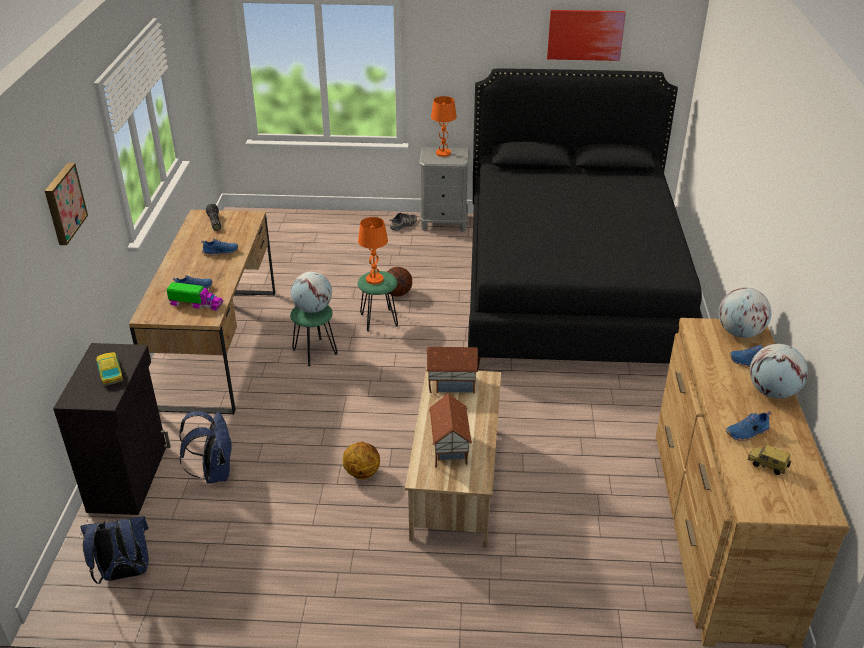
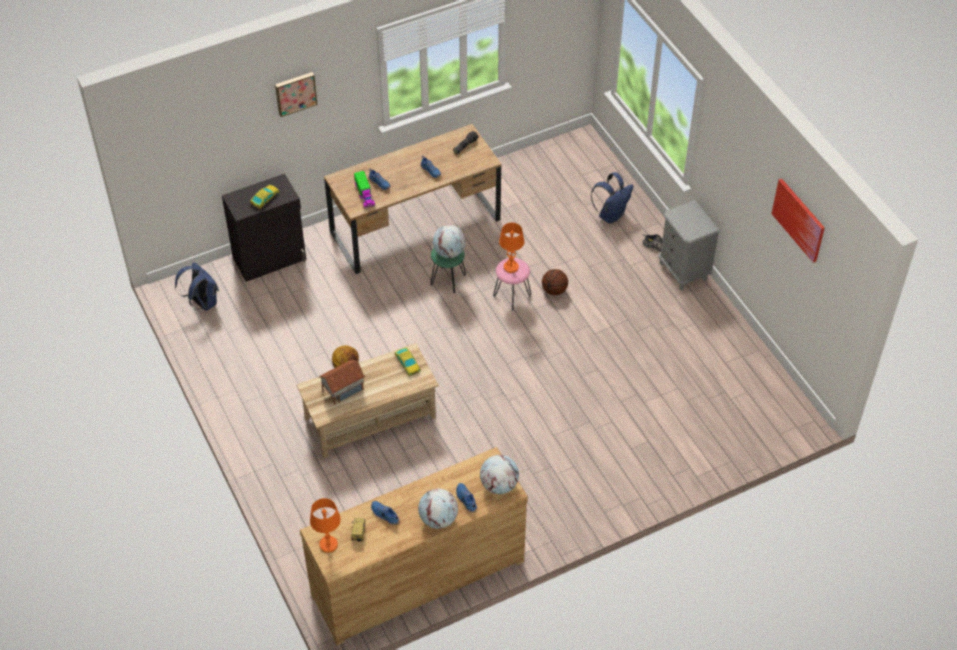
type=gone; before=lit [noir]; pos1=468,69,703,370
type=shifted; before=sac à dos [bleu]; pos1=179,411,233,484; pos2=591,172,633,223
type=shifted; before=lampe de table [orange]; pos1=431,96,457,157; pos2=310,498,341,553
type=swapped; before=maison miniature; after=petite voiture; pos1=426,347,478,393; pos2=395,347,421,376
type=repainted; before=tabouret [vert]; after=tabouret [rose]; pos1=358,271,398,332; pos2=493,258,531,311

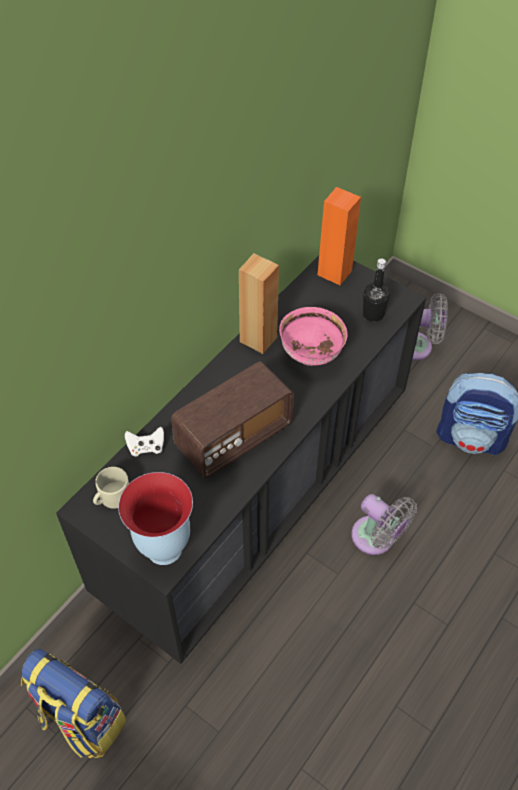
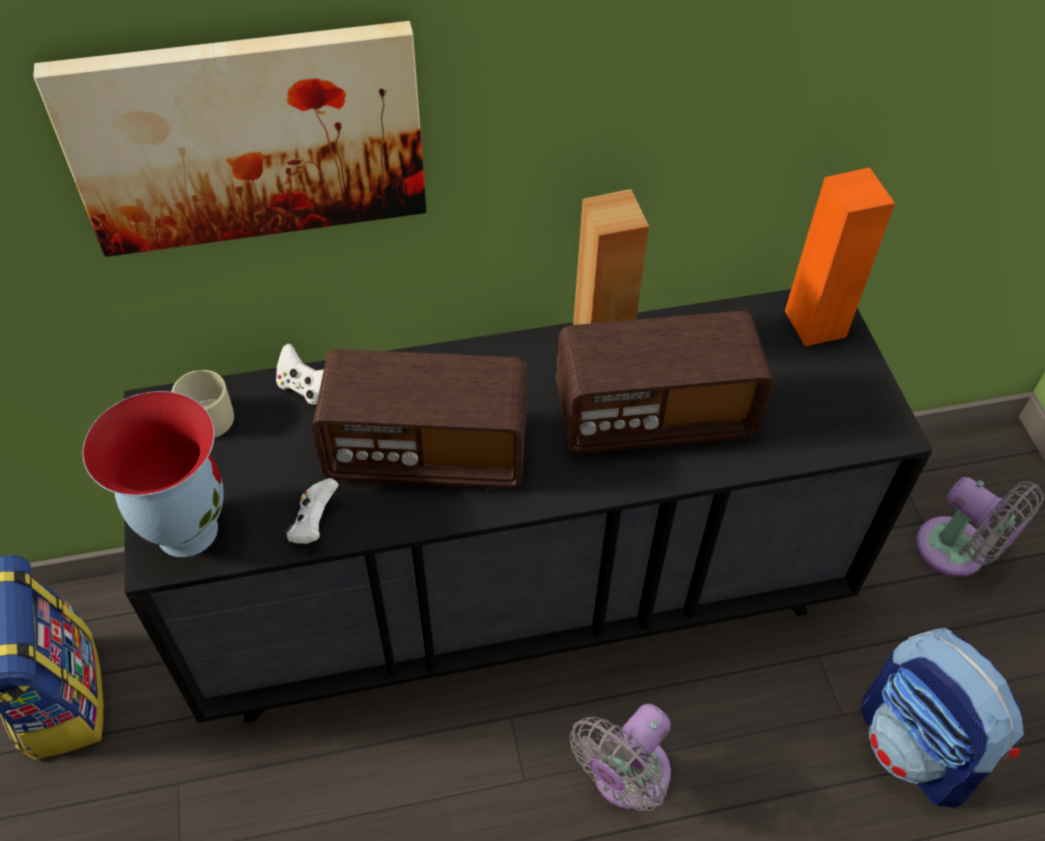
type=gone; before=bouteille [noir]; pos1=363,259,390,322
type=new; after=tableau; pos2=33,21,427,257
type=new; after=manette [blanc]; pos2=284,478,339,544
type=swapped; before=bol [rose]; after=radio; pos1=279,307,347,366; pos2=556,311,774,454
type=rotated; before=ventilateur [gris]; pos1=351,494,417,555; pos2=570,704,671,811; turn=45

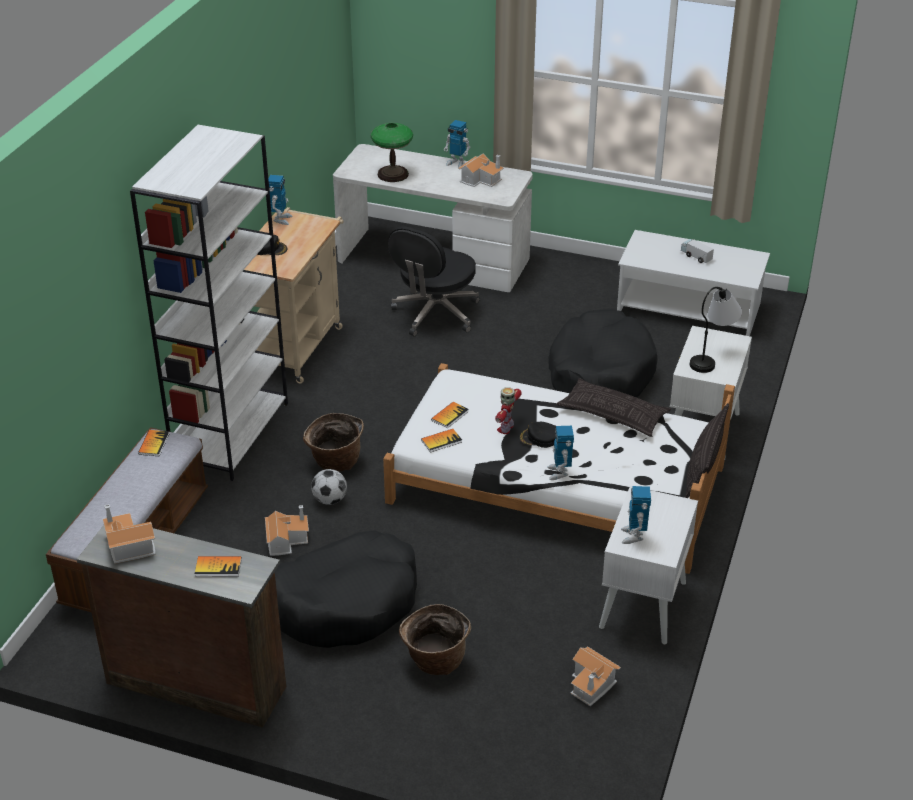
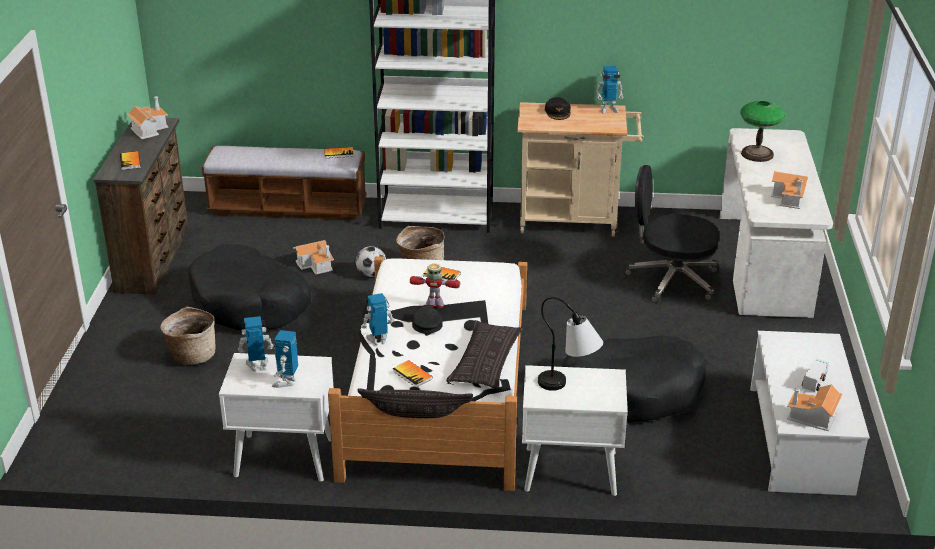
type=shifted; before=livre; pos1=421,429,462,453; pos2=393,360,433,387
type=shifted; before=robot jouet; pos1=444,120,470,168; pos2=272,330,298,388
type=shifted; before=maison miniature; pos1=570,646,621,706; pos2=787,384,843,431

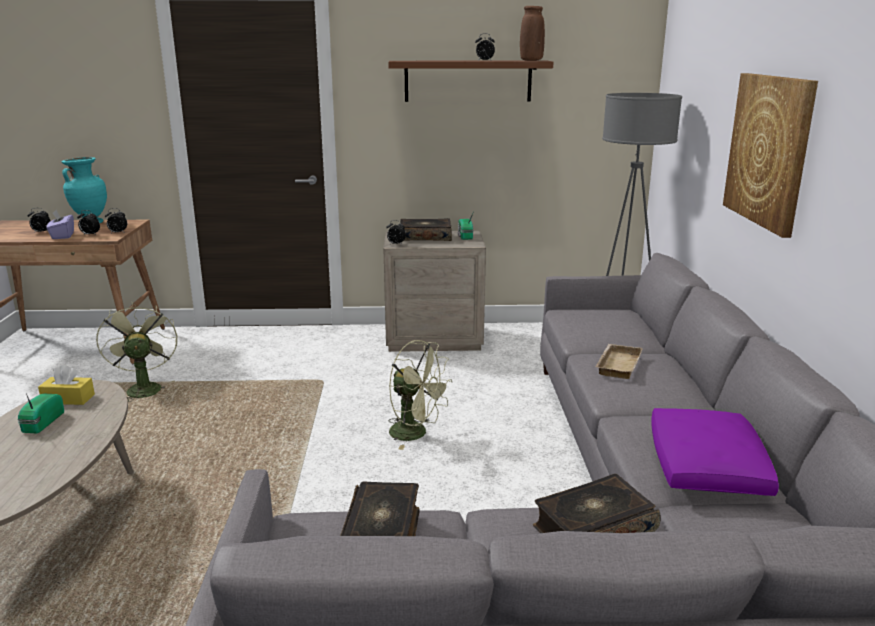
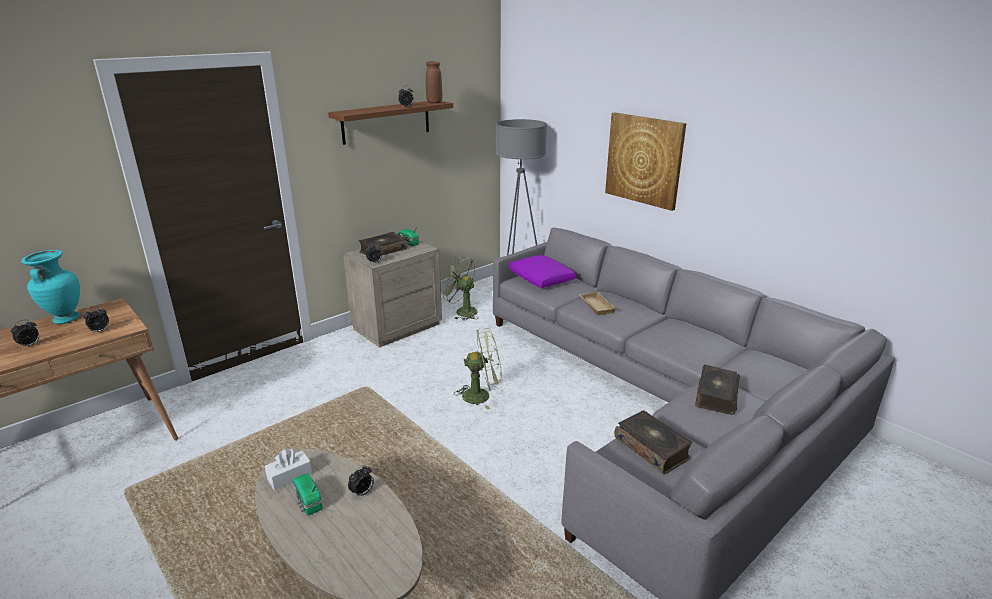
type=gone; before=boîte à mouchoirs [violet]; pos1=46,210,74,239
type=shifted; before=ventilateur [vert]; pos1=96,303,177,402; pos2=441,256,478,321
type=shifted; before=réveil; pos1=105,208,127,233; pos2=348,465,374,498
type=shifted; before=coussin [violet]; pos1=651,408,779,496; pos2=509,255,576,288
type=repainted; before=boîte à mouchoirs [jaune]; after=boîte à mouchoirs [blanc]; pos1=38,365,95,405; pos2=265,449,312,490

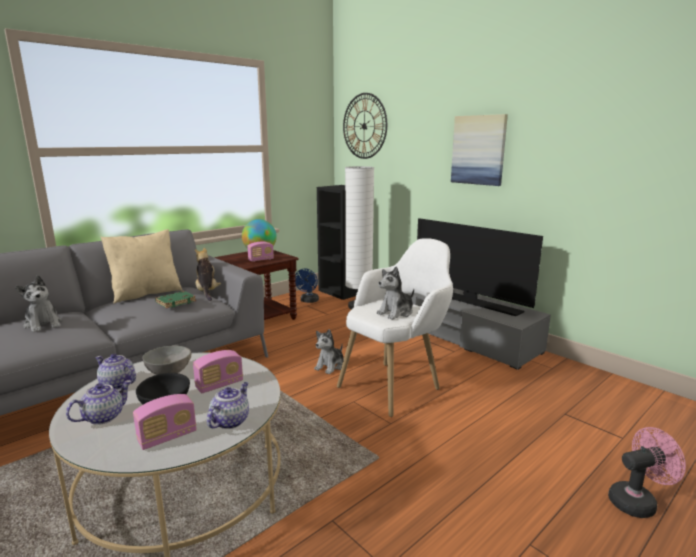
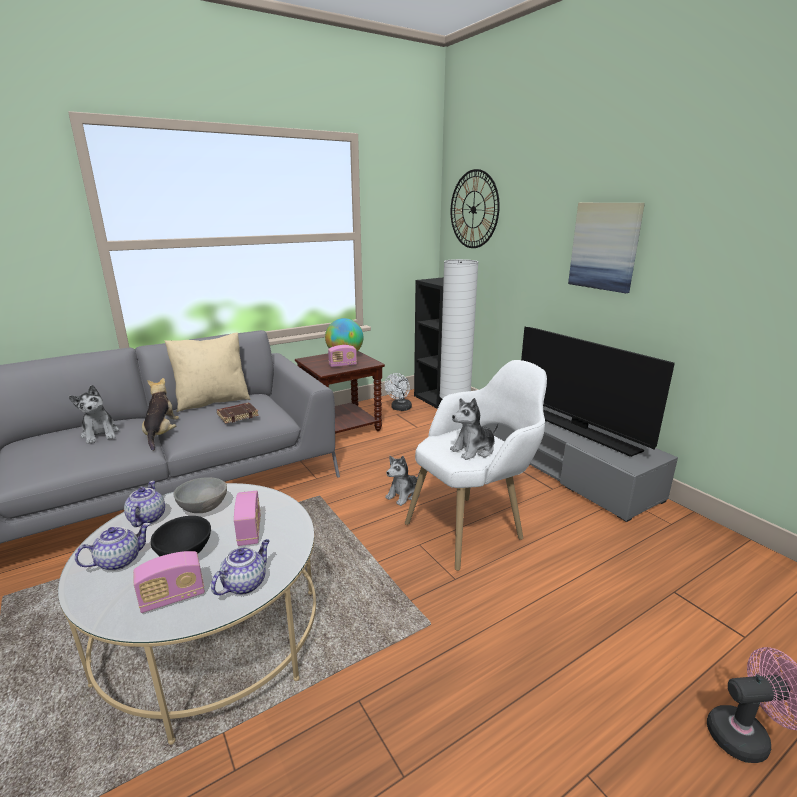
type=shifted; before=peluche; pos1=195,248,221,301; pos2=142,378,179,451
type=repainted; before=livre [vert]; after=livre [marron]; pos1=155,291,196,309; pos2=217,403,259,424
type=repainted; before=ventilateur [bleu]; after=ventilateur [blanc]; pos1=295,269,319,303; pos2=385,373,412,411
type=rotated; before=théière; pos1=95,354,136,390; pos2=124,481,165,527; turn=45
type=rotated; before=radio; pos1=193,350,243,393; pos2=234,491,261,546; turn=-75

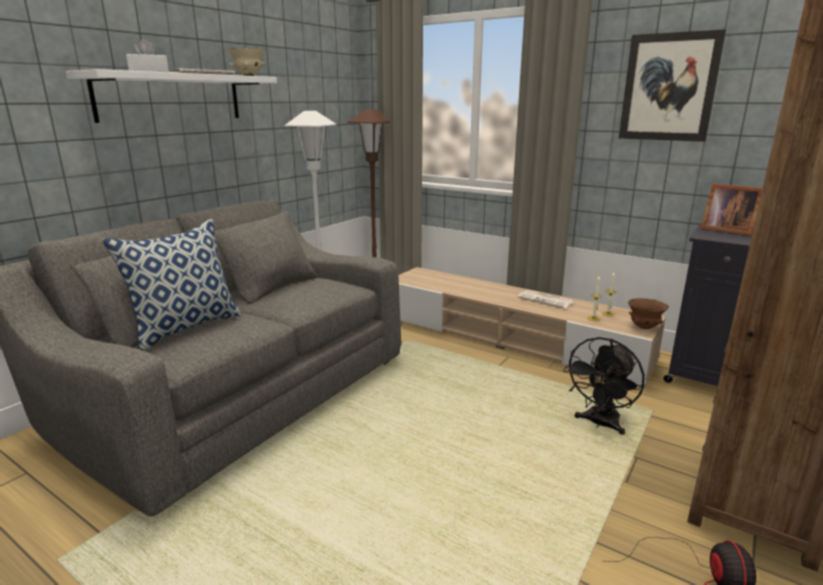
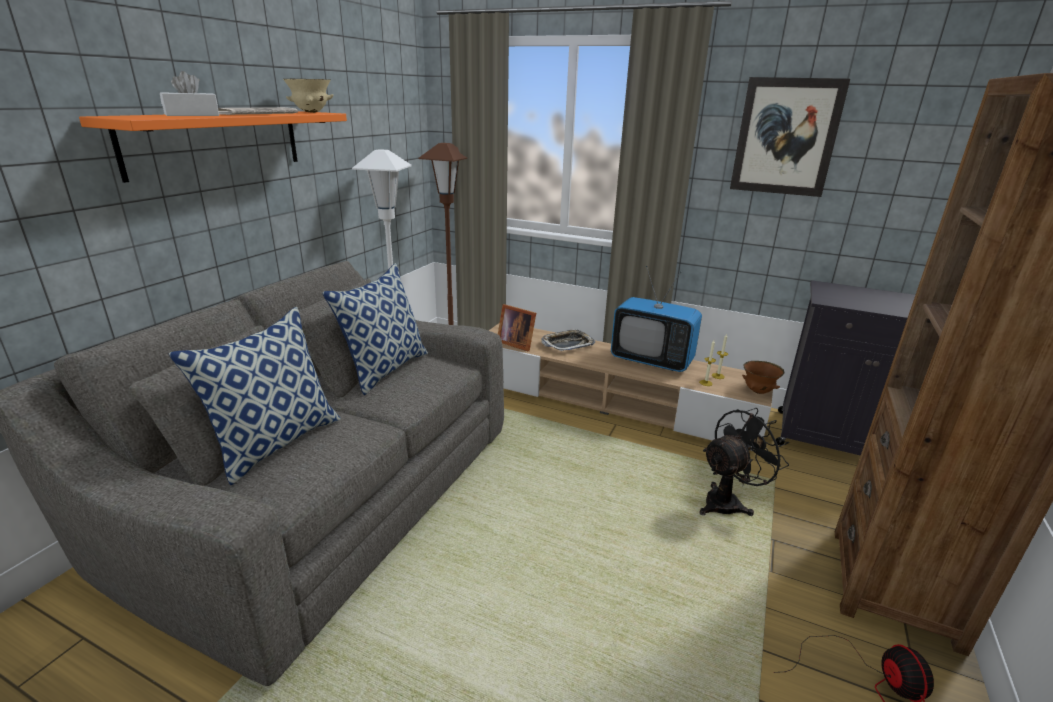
type=new; after=coussin; pos2=322,263,428,395
type=new; after=plateau; pos2=541,329,595,351
type=shifted; before=cadre photo; pos1=701,184,763,236; pos2=498,304,536,351
type=swapped; before=journal; after=téléviseur; pos1=518,290,574,309; pos2=611,266,702,372
type=repainted; before=étagère [blanc]; after=étagère [orange]; pos1=66,69,277,123; pos2=79,111,347,183
type=rotated; before=ventilateur [noir]; pos1=563,337,645,435; pos2=699,408,789,516; turn=-150

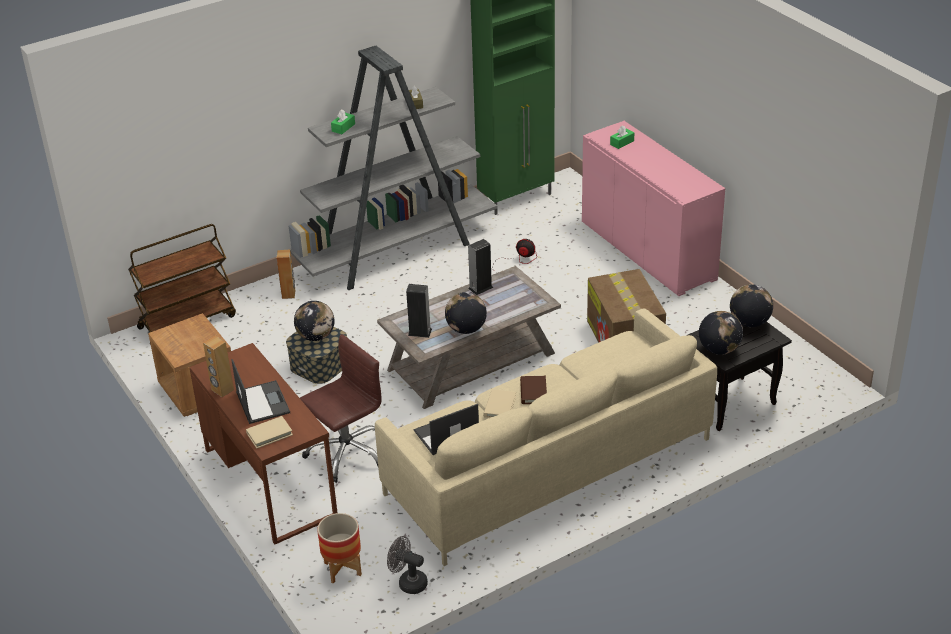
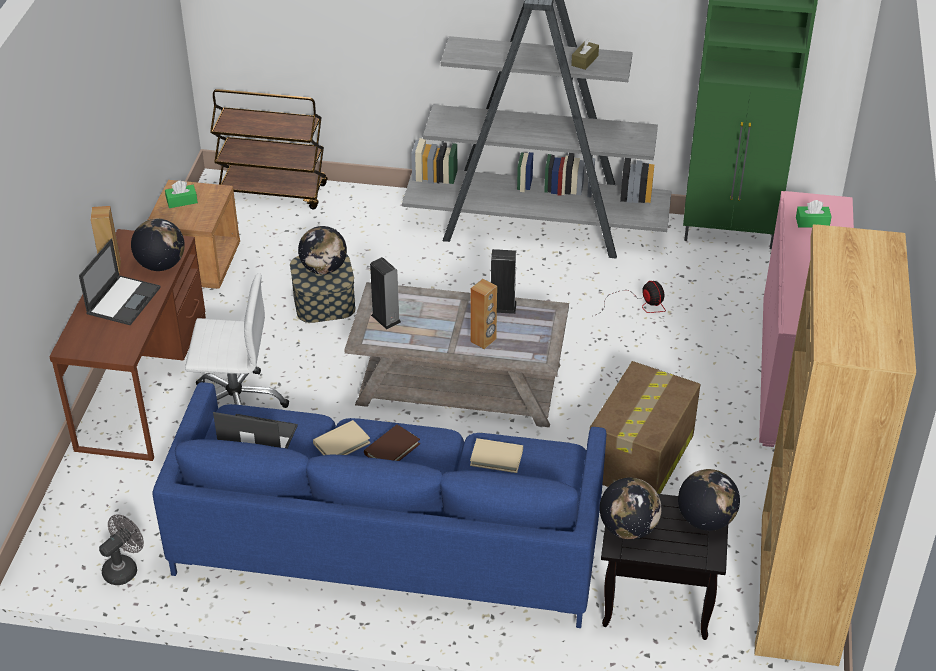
type=gone; before=cache-pot; pos1=317,513,362,584
type=new; after=bibliothèque [marron]; pos2=754,224,916,666
type=shifted; before=livre [beige]; pos1=246,416,293,448; pos2=470,438,523,473
type=shifted; before=enceinte [marron]; pos1=277,249,295,299; pos2=470,279,497,349
type=shifted; before=boîte à mouchoirs [vert]; pos1=331,109,355,134; pos2=165,181,198,208
type=shifted; before=globe; pos1=445,292,487,334; pos2=131,219,185,271
type=repainted; before=chaise de bureau [marron]; after=chaise de bureau [blanc]; pos1=300,334,382,483; pos2=185,273,289,408
type=repainted; before=canapé [beige]; after=canapé [bleu]; pos1=375,308,717,566; pos2=152,382,606,628
type=rotated; before=ventilateur [gris]; pos1=387,536,428,594; pos2=99,514,144,585; turn=60

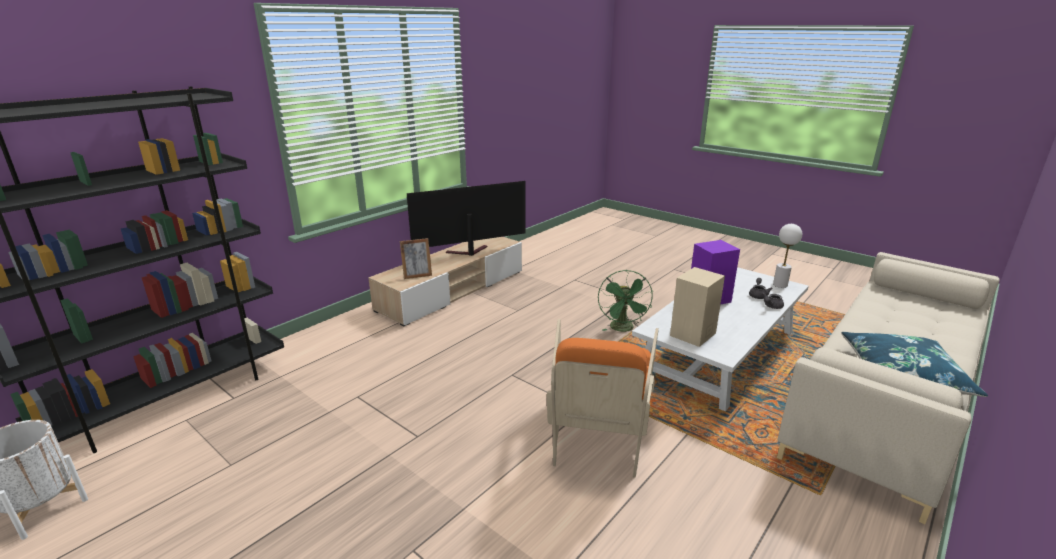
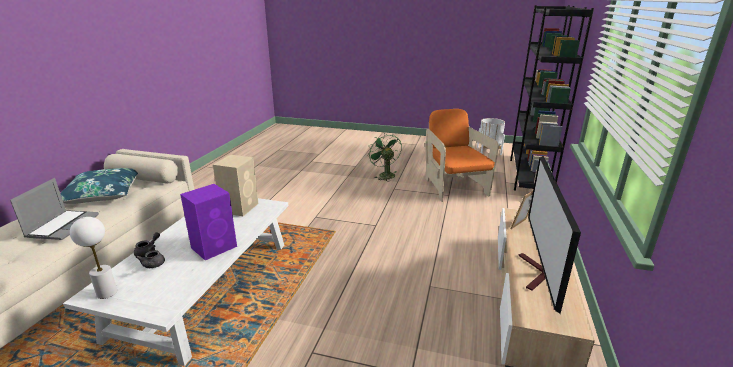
type=new; after=ordinateur portable; pos2=10,178,99,240
type=shifted; before=fauteuil [orange]; pos1=547,319,659,477; pos2=425,109,499,202
type=shifted; before=ventilateur [vert]; pos1=598,270,653,332; pos2=368,133,402,181
type=rotated; before=téléviseur; pos1=407,181,526,256; pos2=518,156,581,314; turn=150

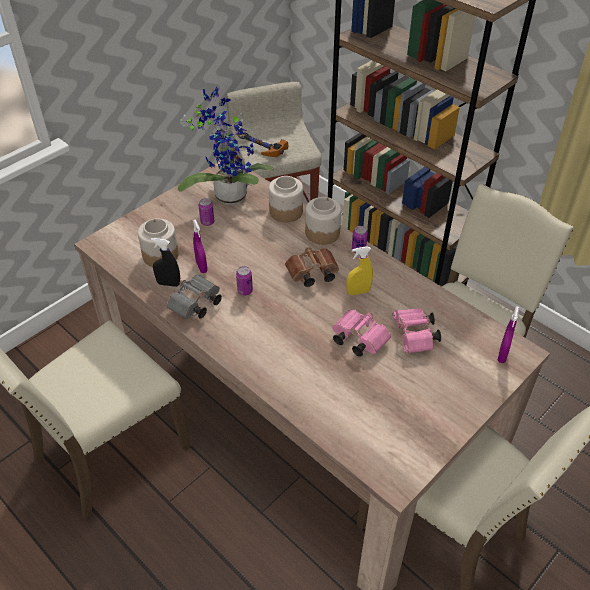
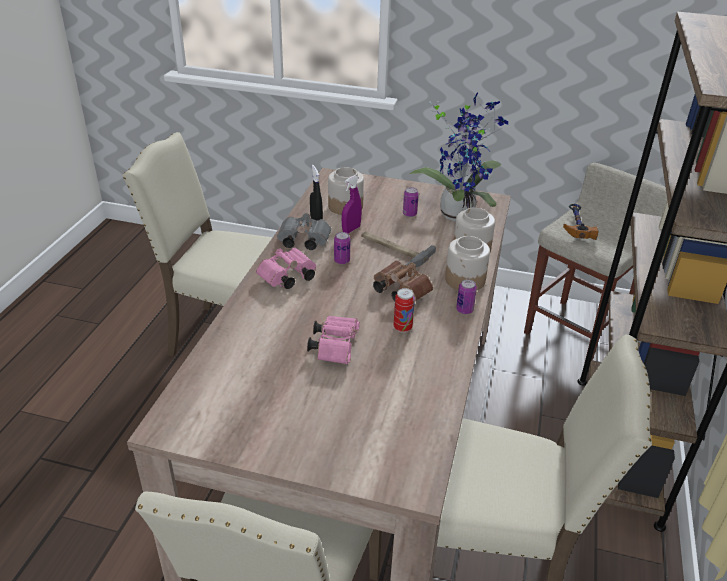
type=gone; before=vaporisateur [violet]; pos1=498,306,520,363
type=new; after=marteau; pos2=361,231,436,267
type=shifted; before=jumelles [rose]; pos1=393,308,441,354; pos2=256,248,316,289
type=swapped; before=vaporisateur [jaune]; after=boîte métallique; pos1=346,246,373,295; pos2=394,288,415,333

